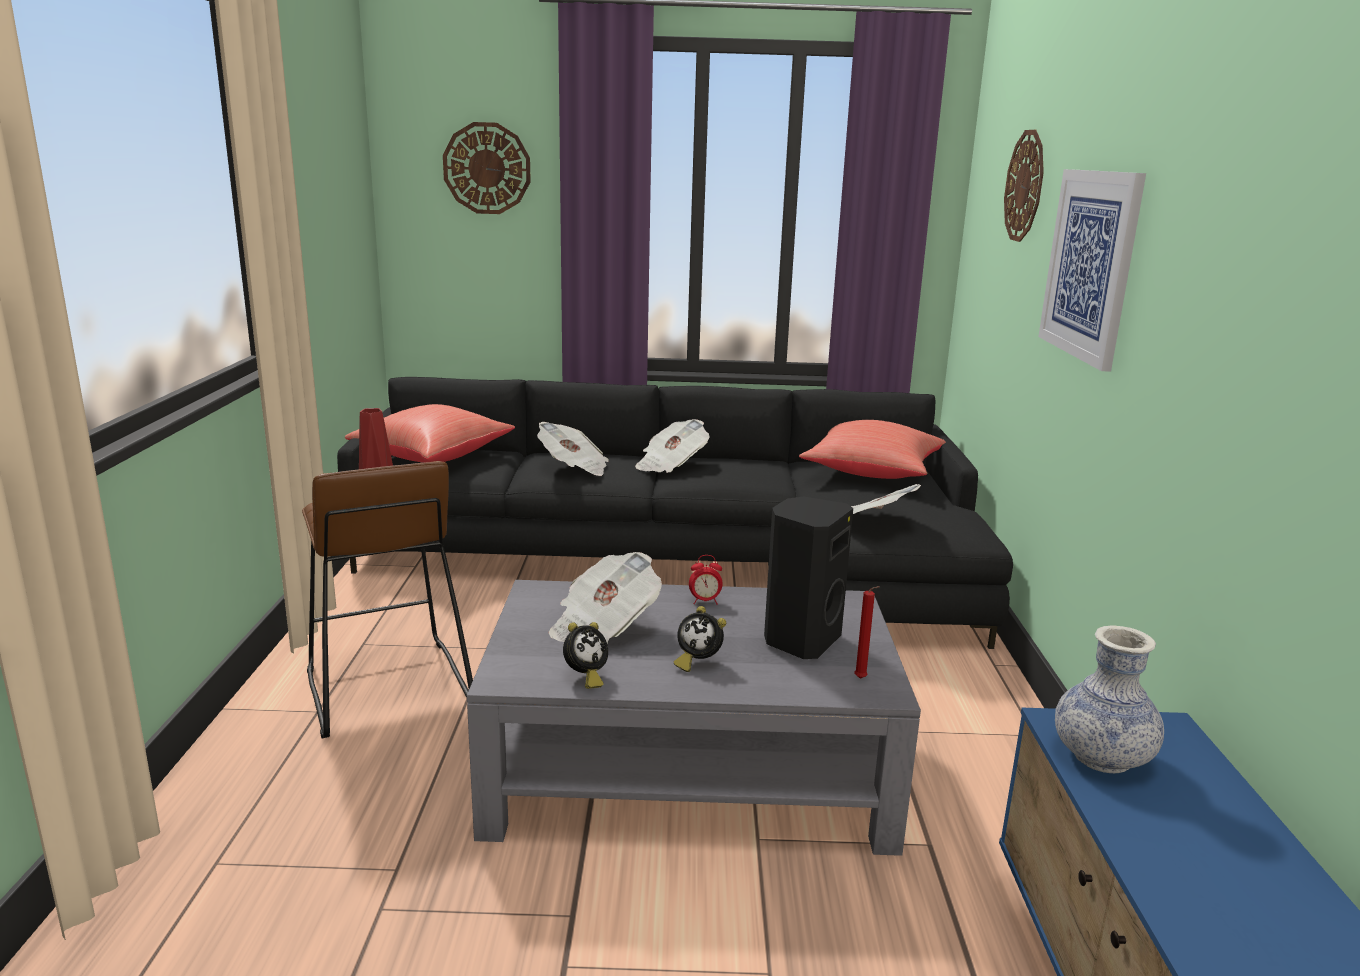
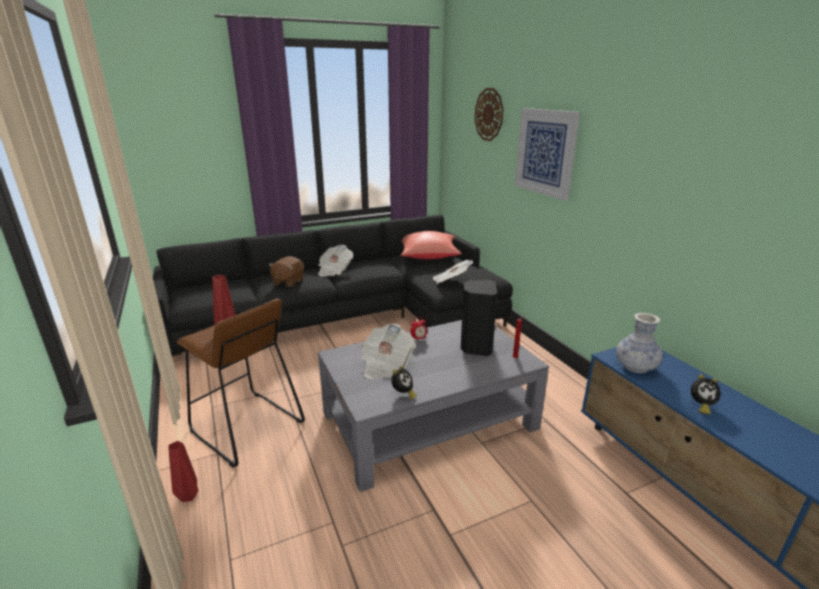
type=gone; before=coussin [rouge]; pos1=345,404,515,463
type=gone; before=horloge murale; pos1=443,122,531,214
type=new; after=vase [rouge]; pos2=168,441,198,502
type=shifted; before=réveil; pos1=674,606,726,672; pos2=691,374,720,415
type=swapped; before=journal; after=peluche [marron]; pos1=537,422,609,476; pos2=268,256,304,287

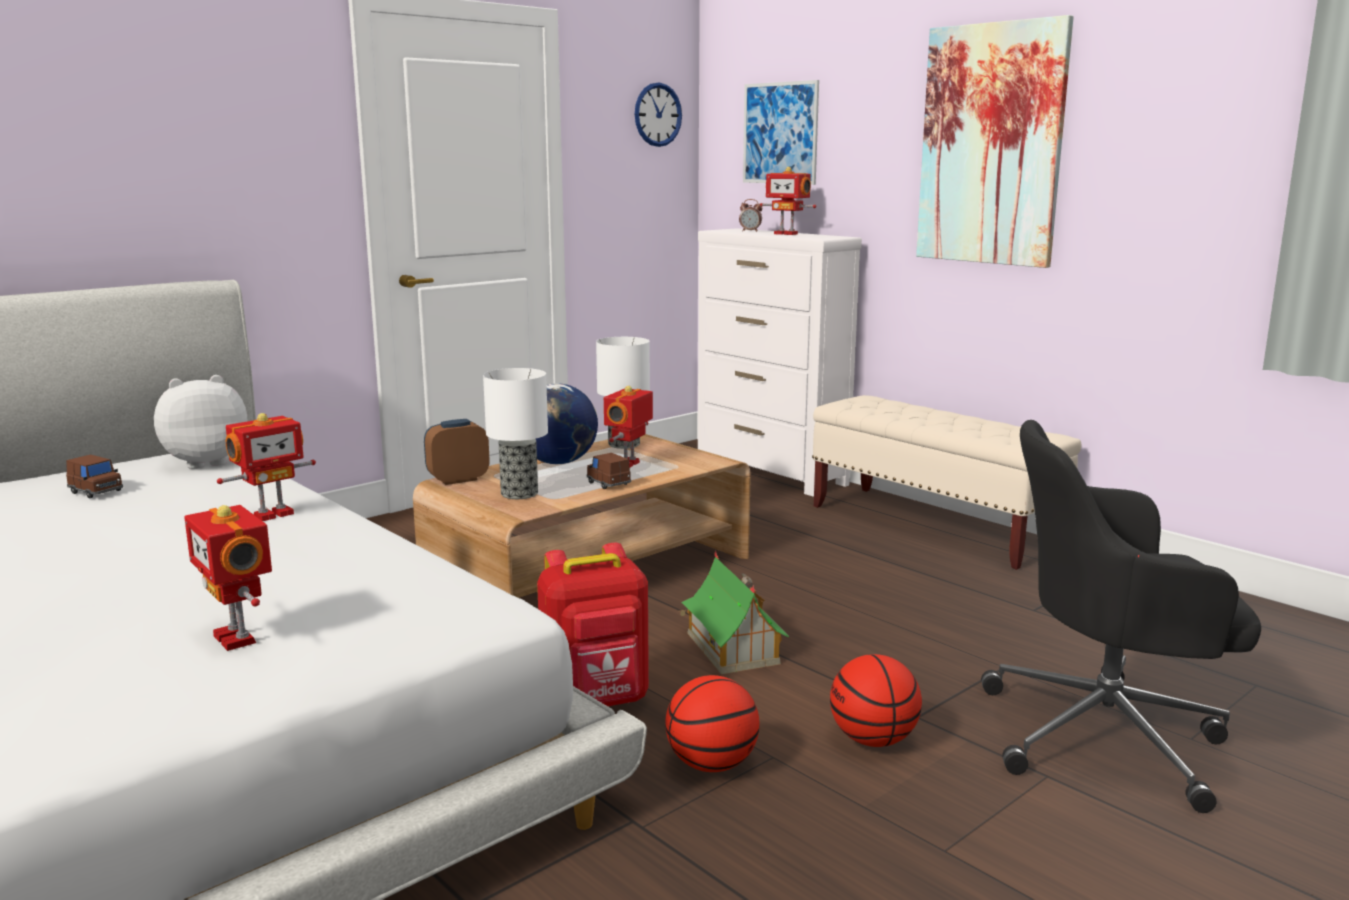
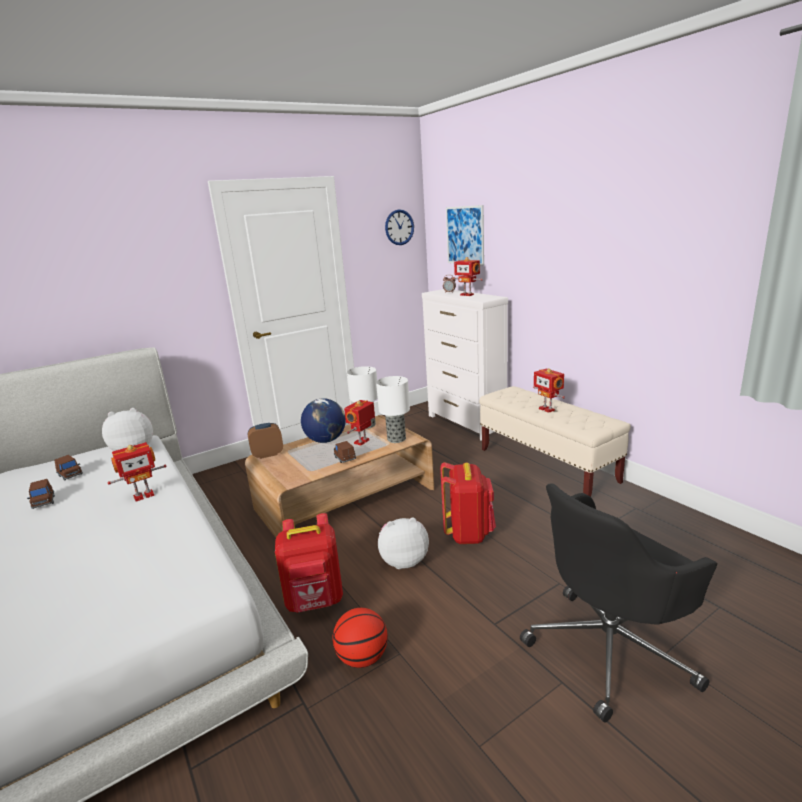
type=gone; before=ballon de basket; pos1=830,654,922,747
type=gone; before=tableau; pos1=916,15,1074,268
type=new; after=petite voiture [marron]; pos2=27,479,55,509
type=new; after=sac à dos [rouge]; pos2=440,462,496,544
type=shifted; before=robot jouet; pos1=184,505,272,651; pos2=533,368,565,413
type=shifted; before=lampe de table; pos1=483,368,548,499; pos2=376,376,410,443
type=swapped; before=maison miniature; after=peluche; pos1=678,551,789,674; pos2=378,518,429,569
type=rotated; before=chaise de bureau [noir]; pos1=981,420,1261,813; pos2=520,483,717,722; turn=-45

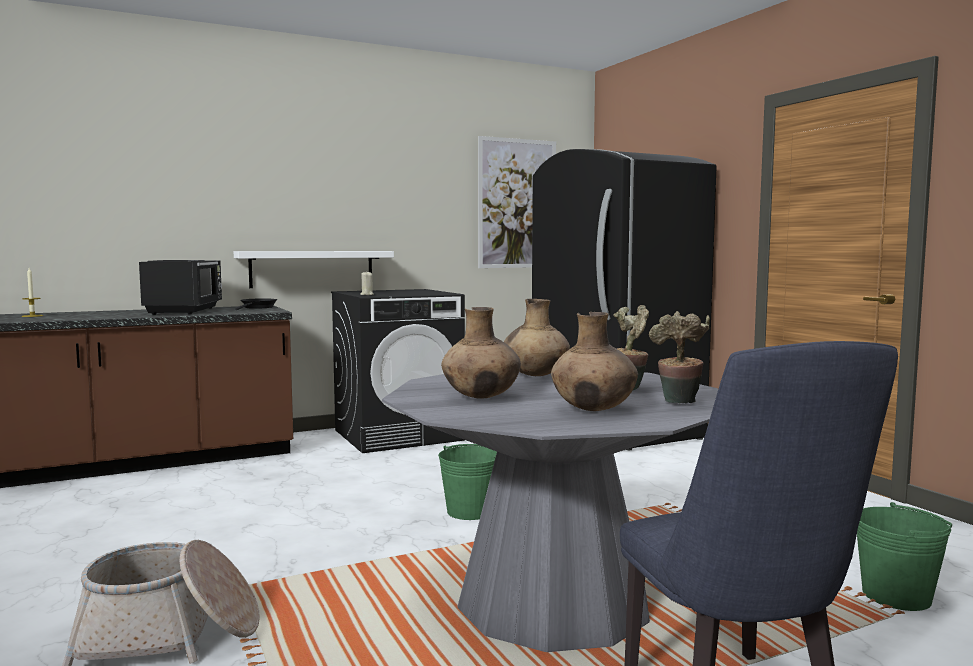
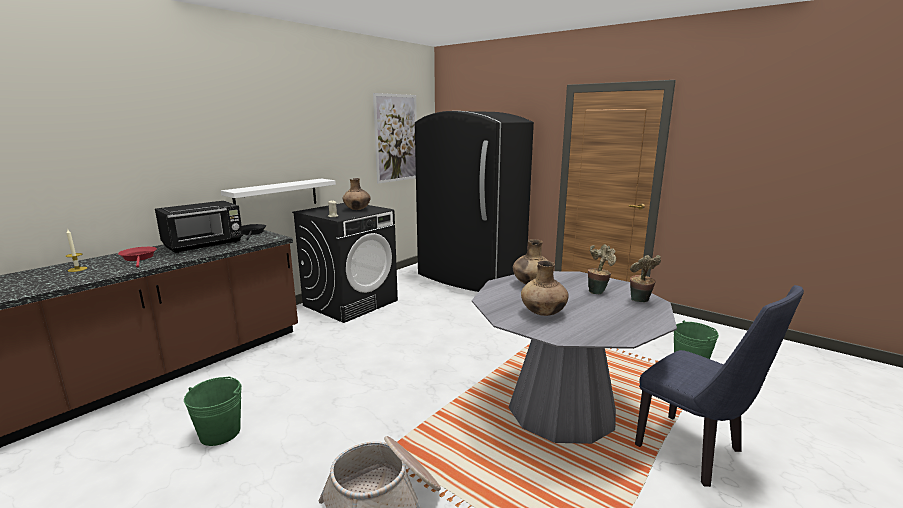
type=new; after=poêle [rouge]; pos2=118,247,157,268
type=shifted; before=seau [vert]; pos1=438,444,497,520; pos2=184,377,242,446
type=shifted; before=vase [marron]; pos1=551,312,638,411; pos2=343,178,371,210
type=rotated; before=micro-ondes [noir]; pos1=139,260,222,315; pos2=155,201,243,253; turn=75

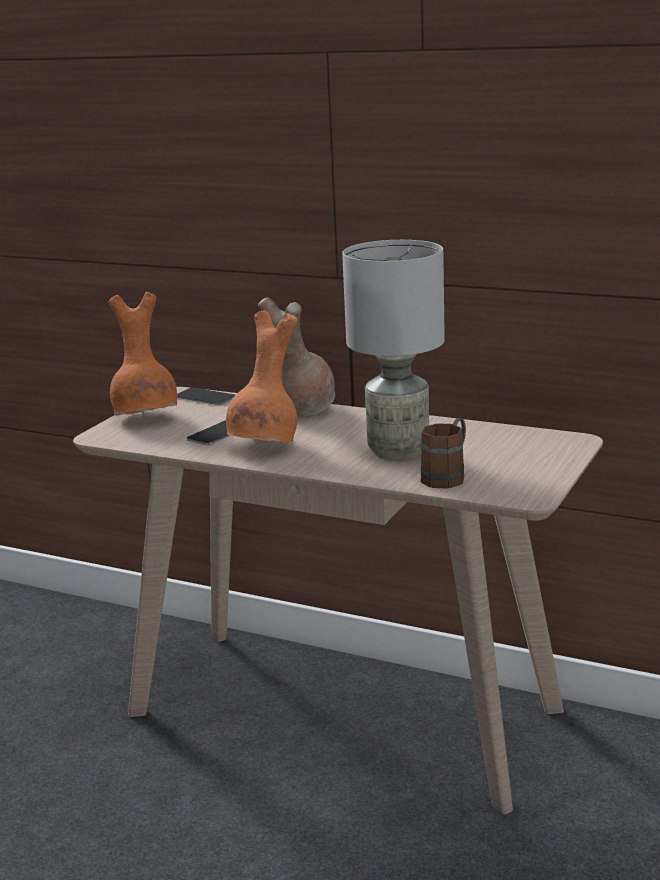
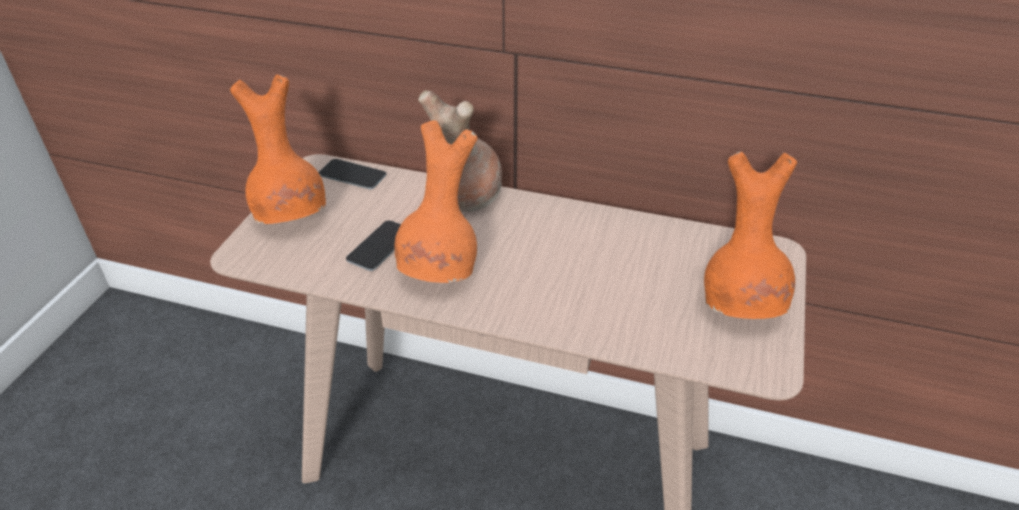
type=gone; before=lampe de table [gris]; pos1=342,240,445,460
type=gone; before=mug [marron]; pos1=421,418,466,489
type=new; after=vase [orange]; pos2=704,152,797,319

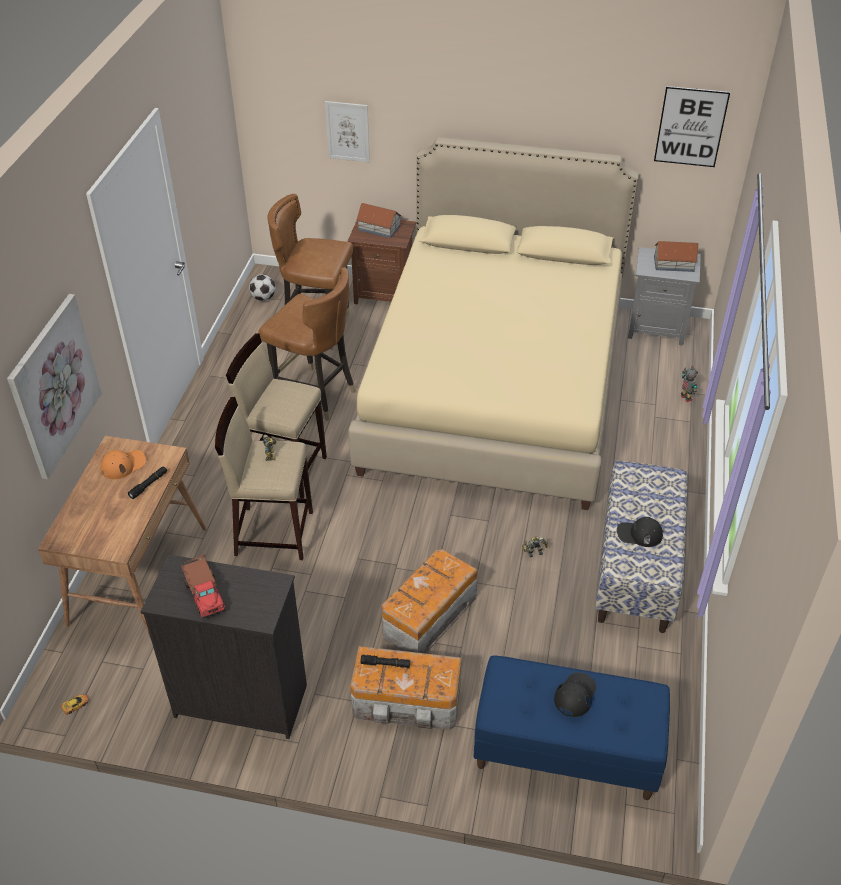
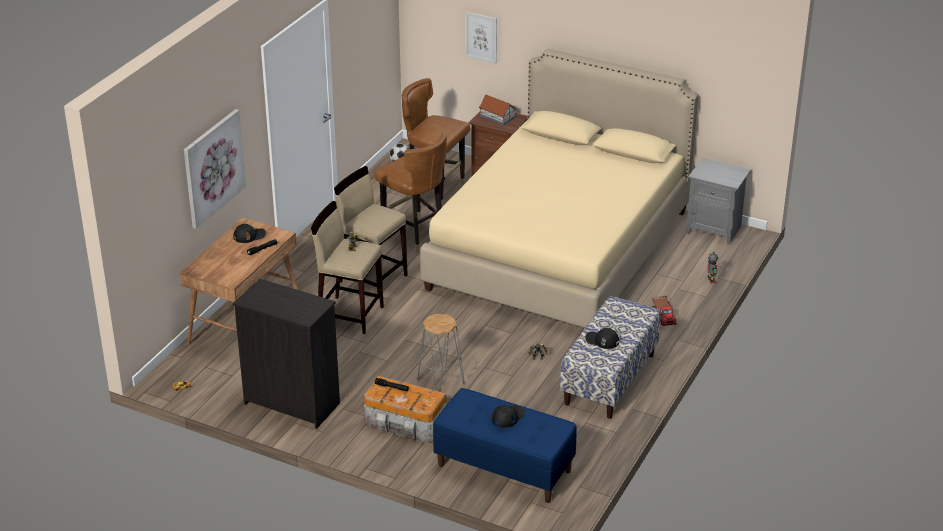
type=gone; before=tableau; pos1=654,86,730,167
type=gone; before=maison miniature; pos1=654,241,698,272
type=shifted; before=camion jouet; pos1=180,555,226,619; pos2=652,296,677,326
type=swapped; before=boîte de rangement; after=tabouret [gris]; pos1=381,549,478,654; pos2=417,314,465,392
type=repainted; before=casquette [orange]; after=casquette [noir]; pos1=100,450,146,479; pos2=233,224,266,243

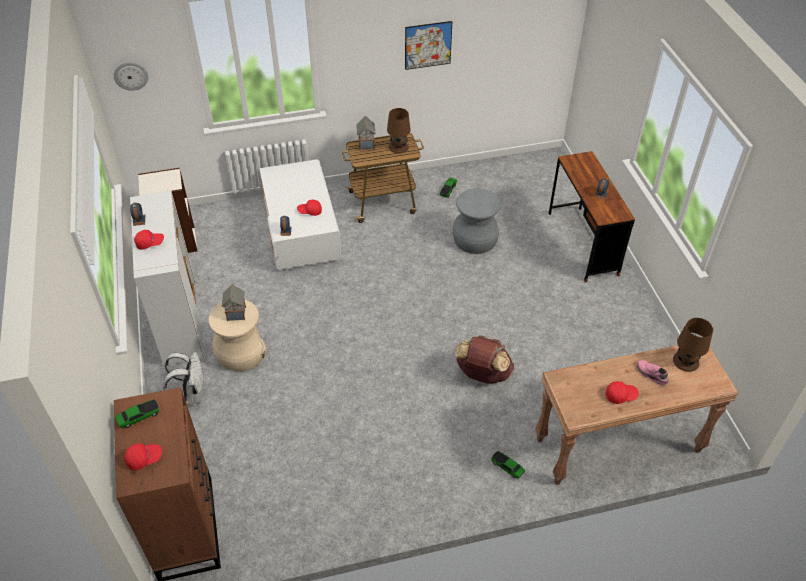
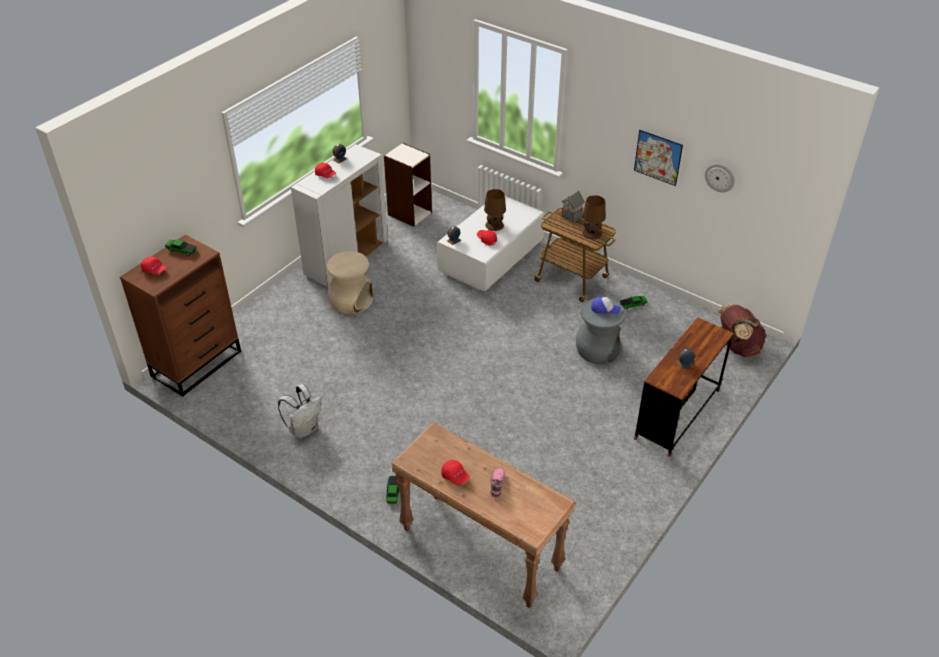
type=gone; before=maison miniature; pos1=222,284,246,321
type=new; after=casquette; pos2=591,297,621,315
type=shifted; before=horloge murale; pos1=114,62,149,91; pos2=705,164,735,192
type=shifted; before=sac à dos [blanc]; pos1=163,352,205,405; pos2=278,384,322,439
type=shifted; before=sac à dos [marron]; pos1=455,335,514,384; pos2=717,303,767,357
type=shifted; before=lampe de table [marron]; pos1=673,318,713,372; pos2=484,189,506,231

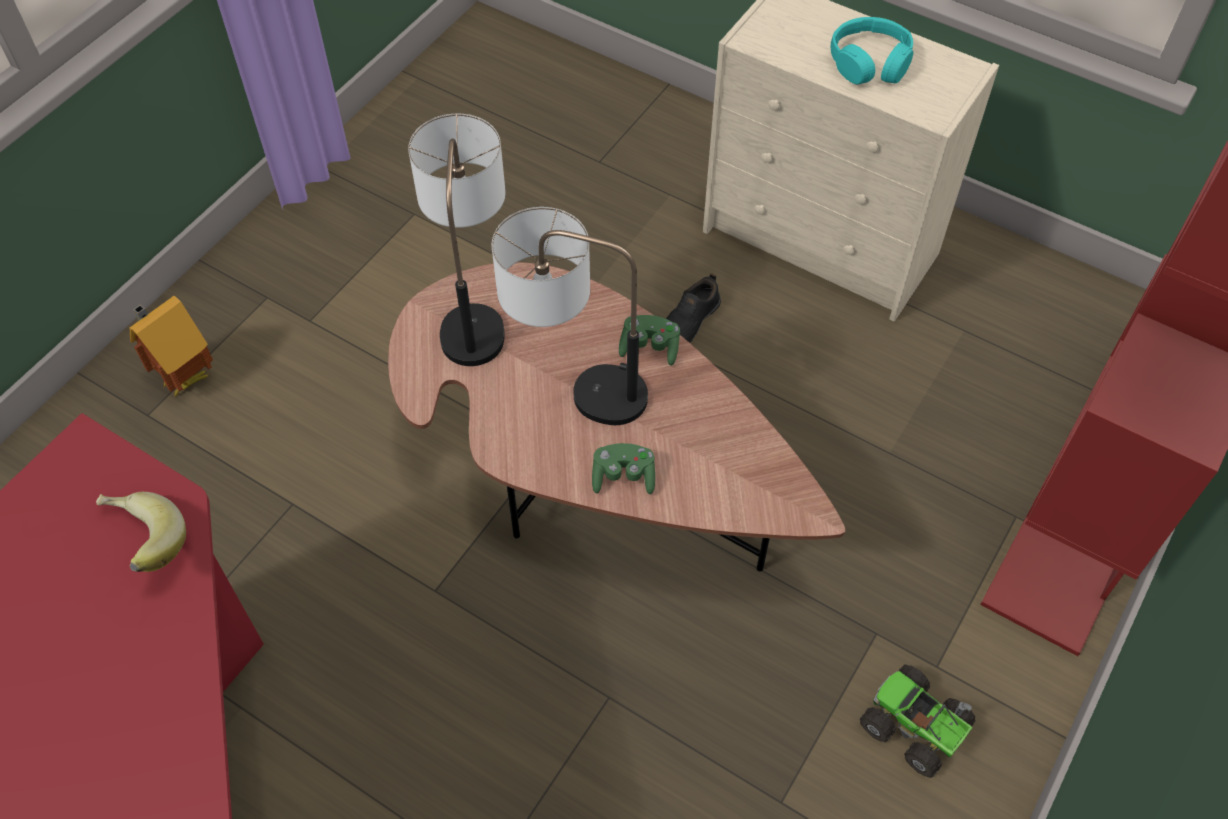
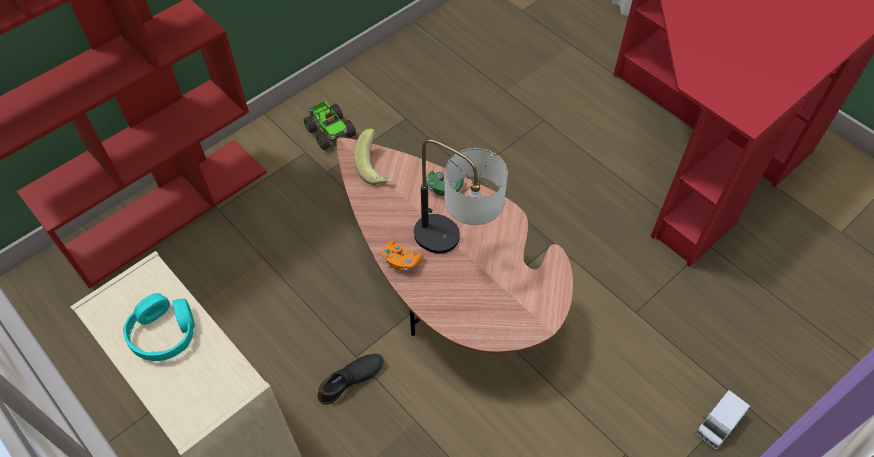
type=gone; before=lampe de table; pos1=408,114,506,366
type=shifted; before=banane; pos1=96,492,186,572; pos2=354,128,392,185
type=swapped; before=maison miniature; after=camion jouet; pos1=130,296,213,398; pos2=695,390,750,449
type=repainted; before=manette [vert]; after=manette [orange]; pos1=619,315,680,366; pos2=381,241,424,271

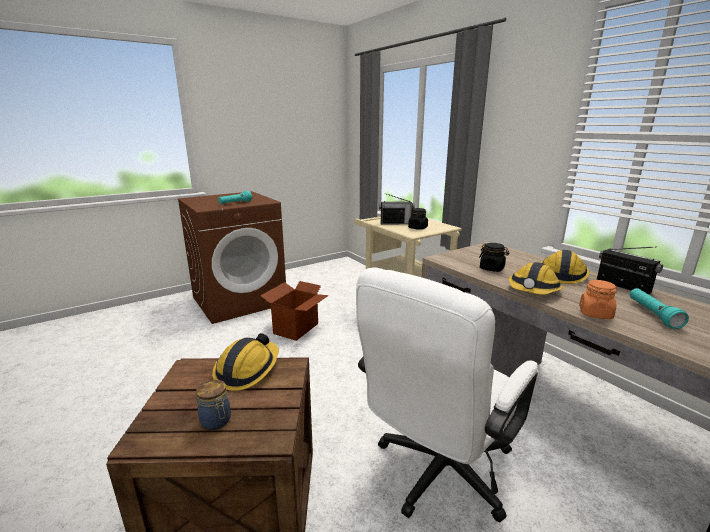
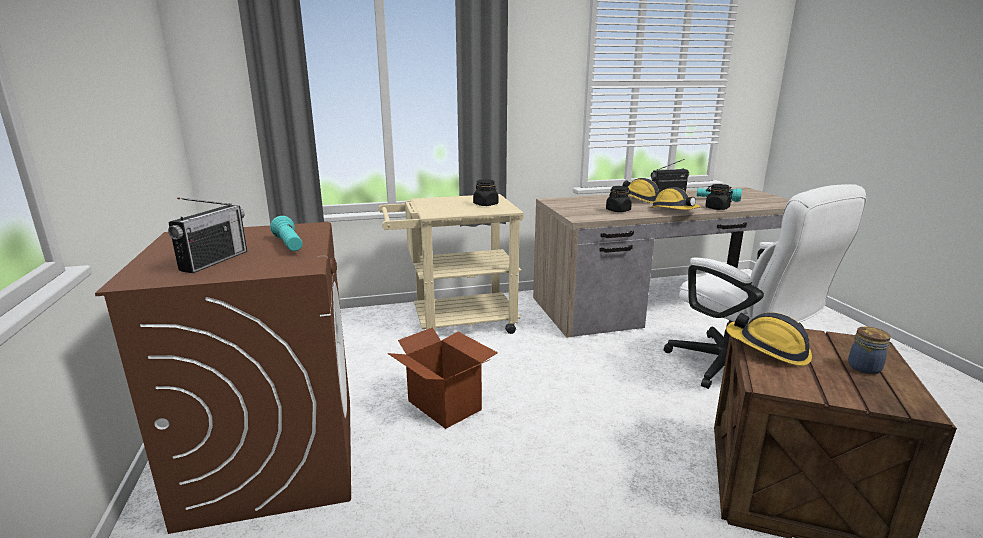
type=shifted; before=radio; pos1=379,193,415,224; pos2=168,198,247,273
type=repainted; before=bocal [orange]; after=bocal [noir]; pos1=579,280,616,319; pos2=705,184,733,210

